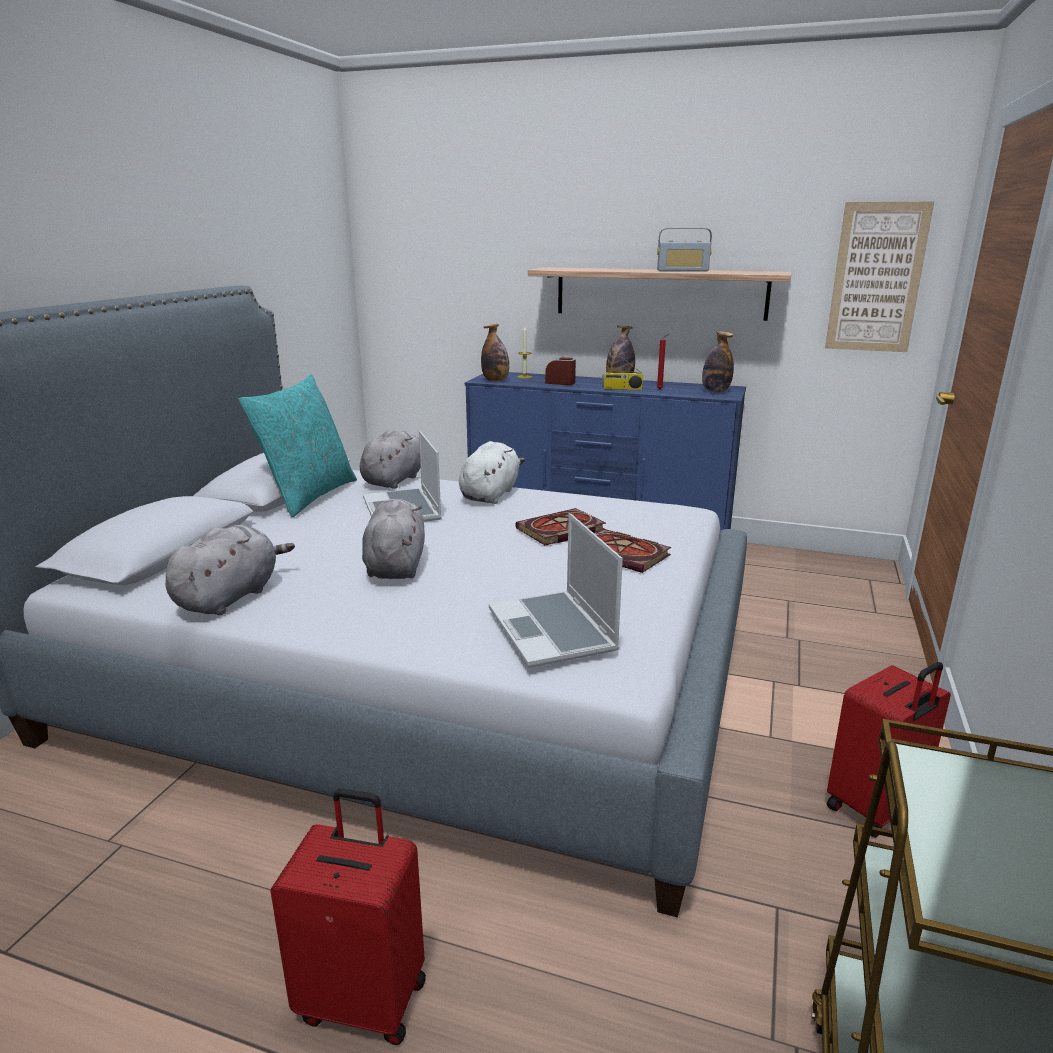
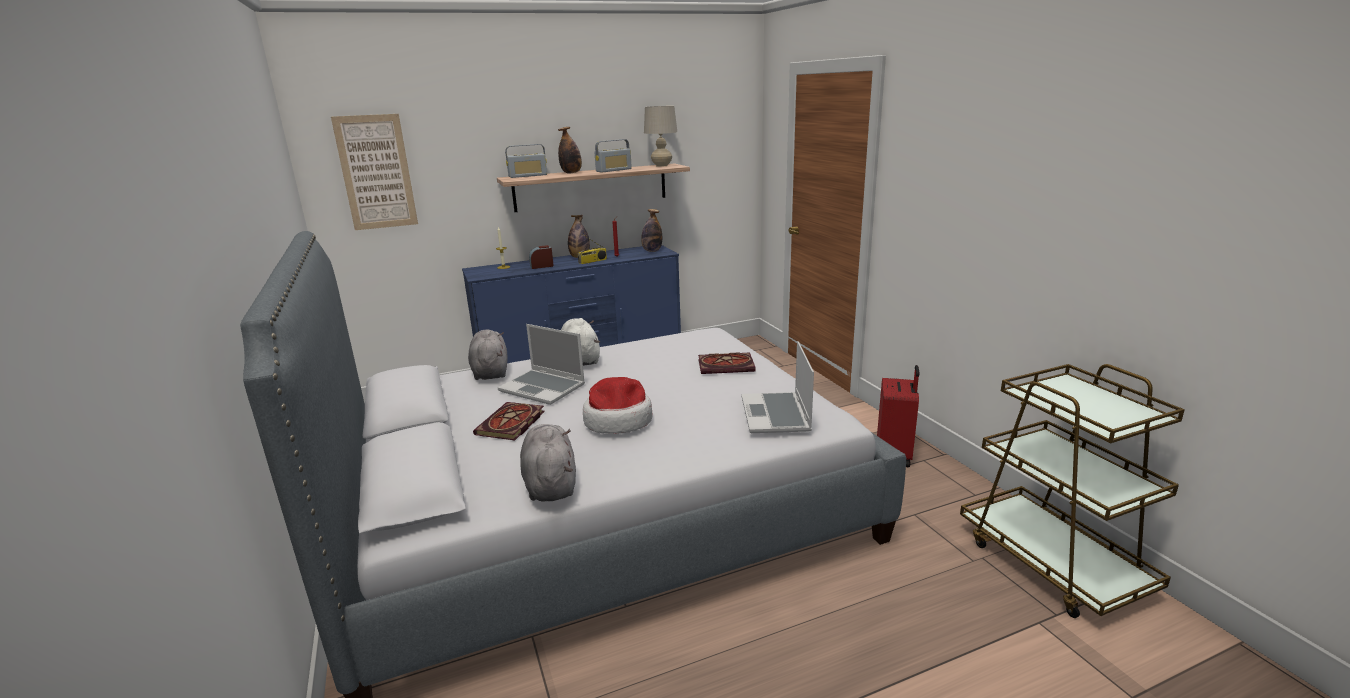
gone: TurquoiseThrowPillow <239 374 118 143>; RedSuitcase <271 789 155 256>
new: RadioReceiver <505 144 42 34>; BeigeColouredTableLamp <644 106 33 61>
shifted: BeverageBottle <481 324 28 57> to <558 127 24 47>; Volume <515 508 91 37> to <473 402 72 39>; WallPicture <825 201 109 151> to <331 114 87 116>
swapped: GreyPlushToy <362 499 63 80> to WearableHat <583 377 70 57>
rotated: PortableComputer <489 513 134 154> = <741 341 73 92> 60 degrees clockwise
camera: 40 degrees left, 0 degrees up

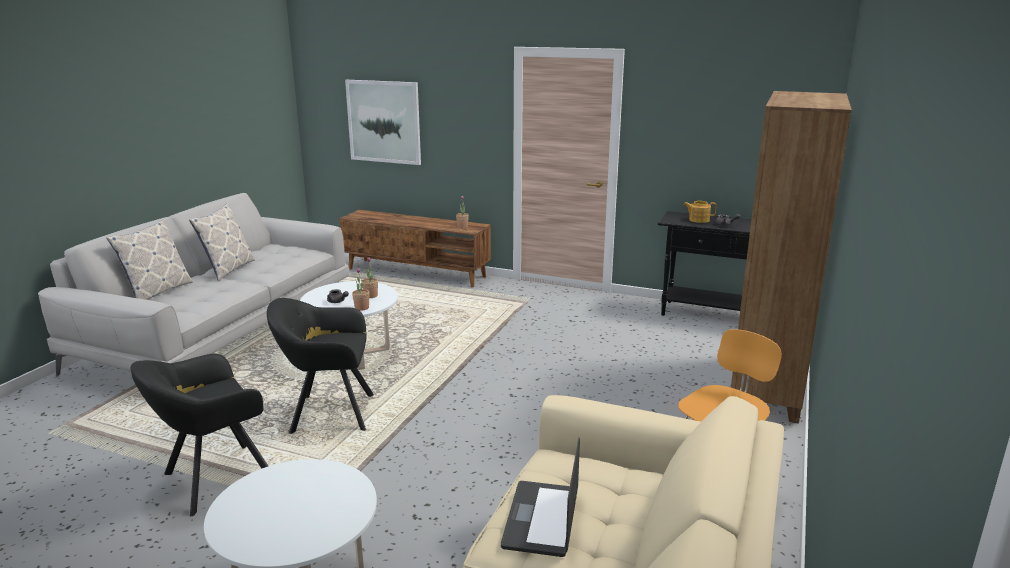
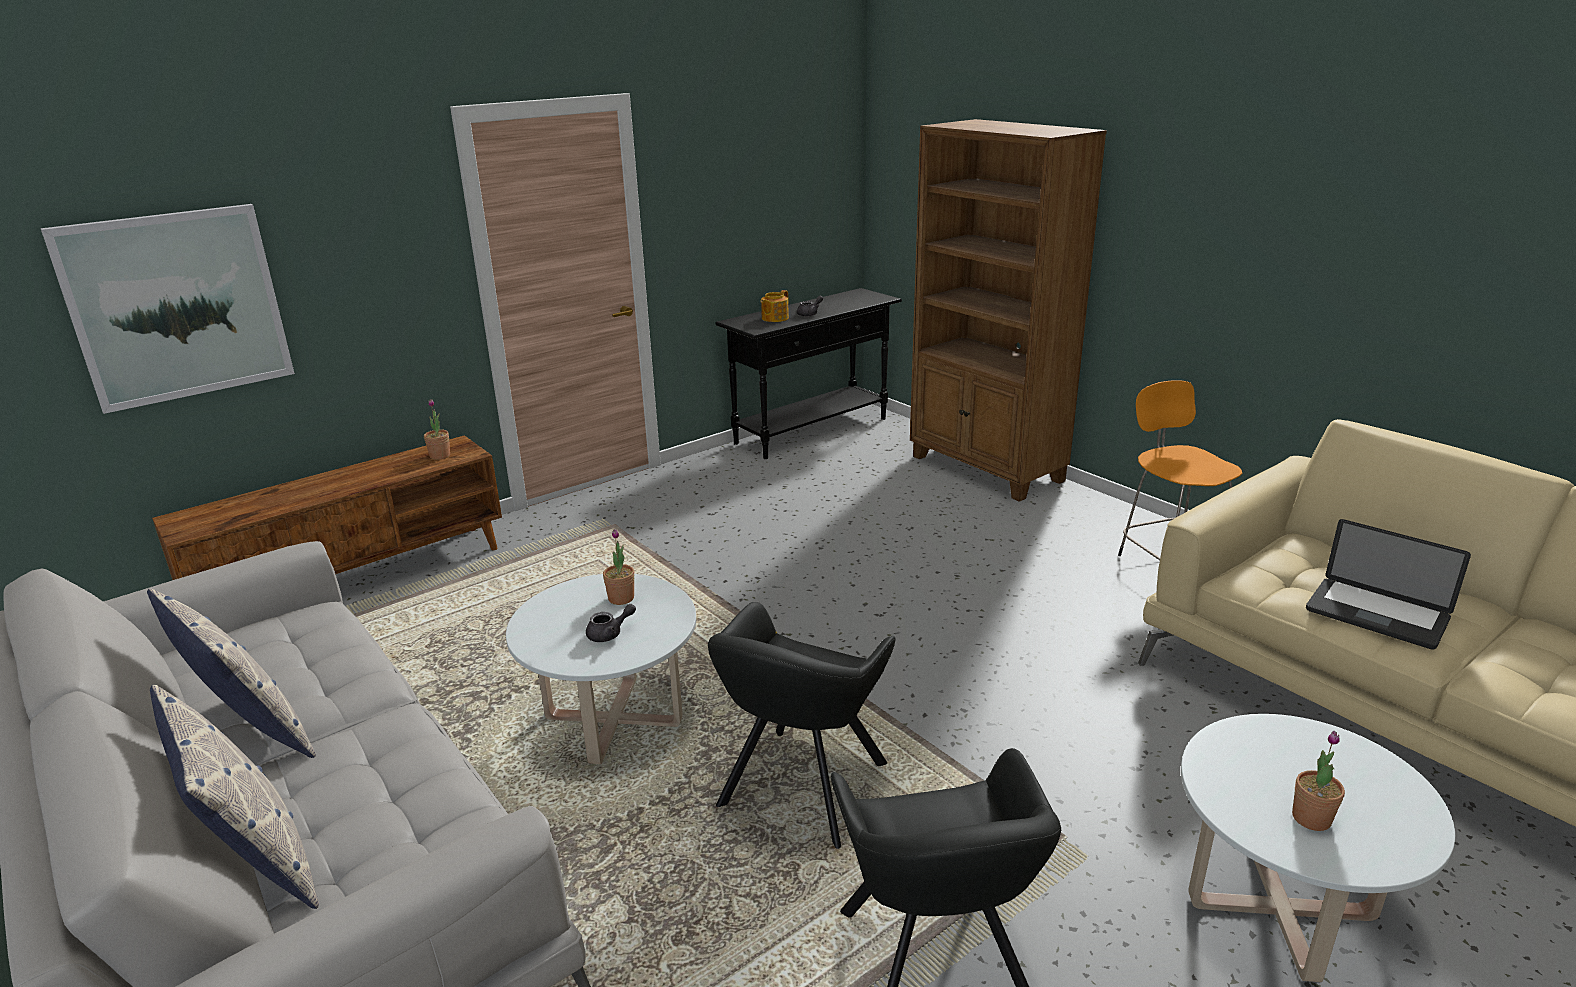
shifted: Houseplant <352 268 18 43> to <1292 731 53 100>
camera: 60 degrees left, 5 degrees up

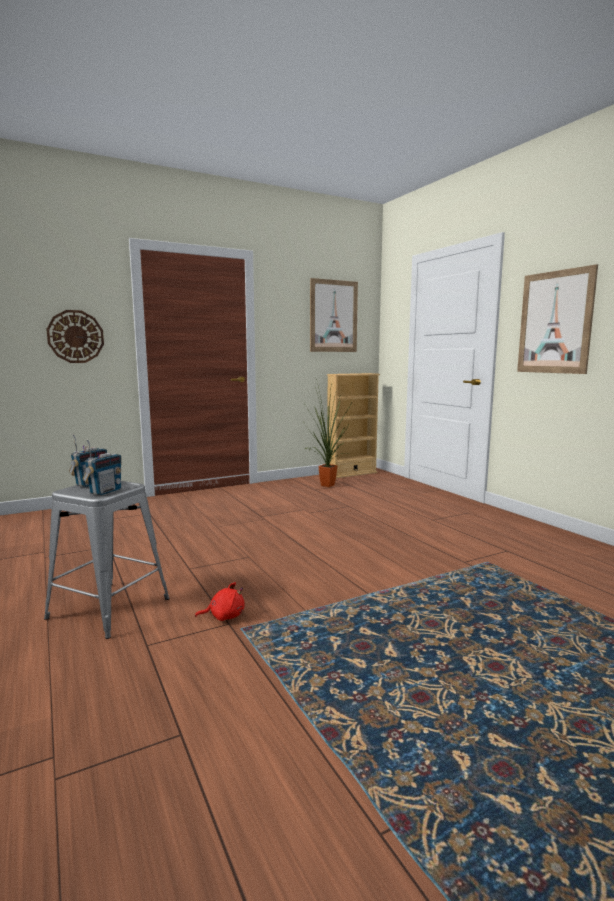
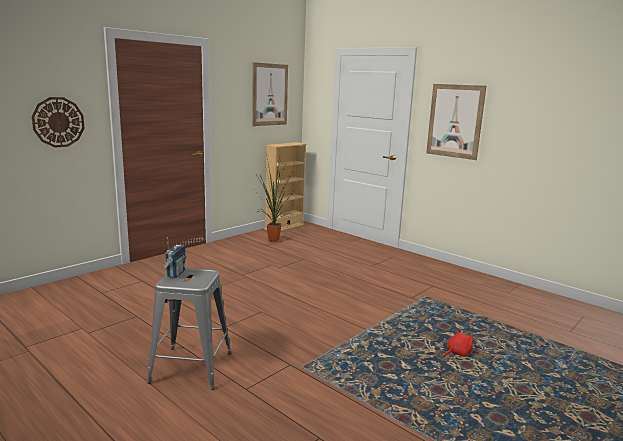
gone: RadioReceiver <83 439 39 56>
shifted: RedPlushToy <195 582 50 39> to <444 329 29 28>
camera: 20 degrees left, 5 degrees up

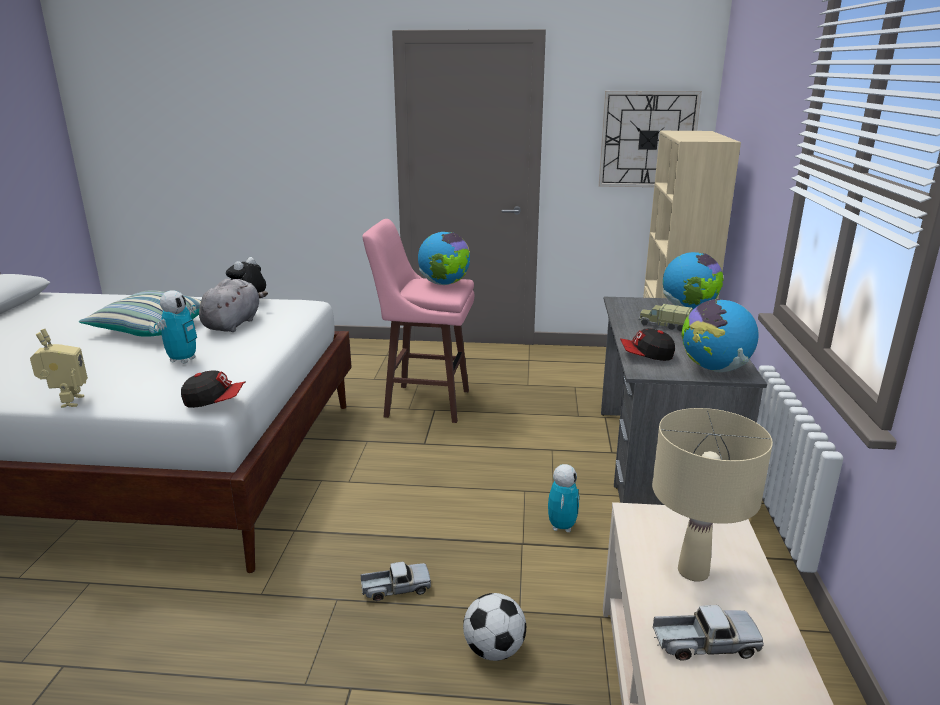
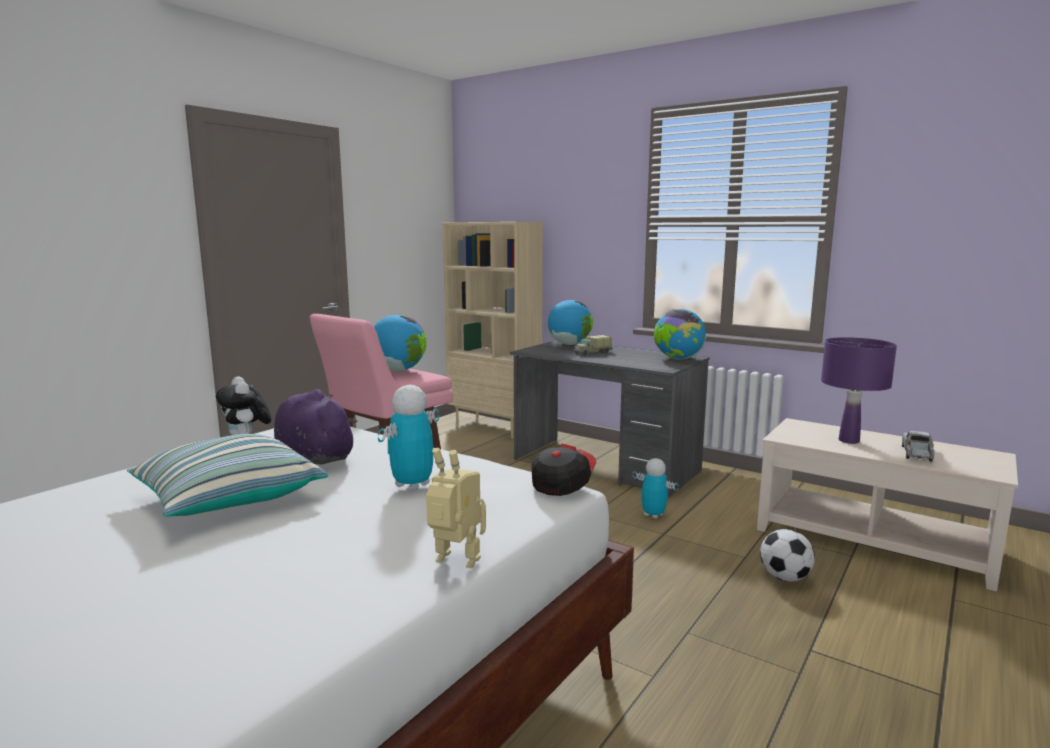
gone: ToyLorry <361 562 70 39>; ClockOnTheWall <599 91 103 96>; PeakedCap <620 328 55 33>
repainted: GreyPlushToy <199 279 69 53> to PurplishPlushToy <274 389 84 75>; BeigeColouredTableLamp <652 408 121 173> to PurplishTableLamp <821 337 76 107>
rotated: RobotFigure <154 290 43 74> = <378 385 61 106> 105 degrees counterclockwise
camera: 60 degrees left, 10 degrees down

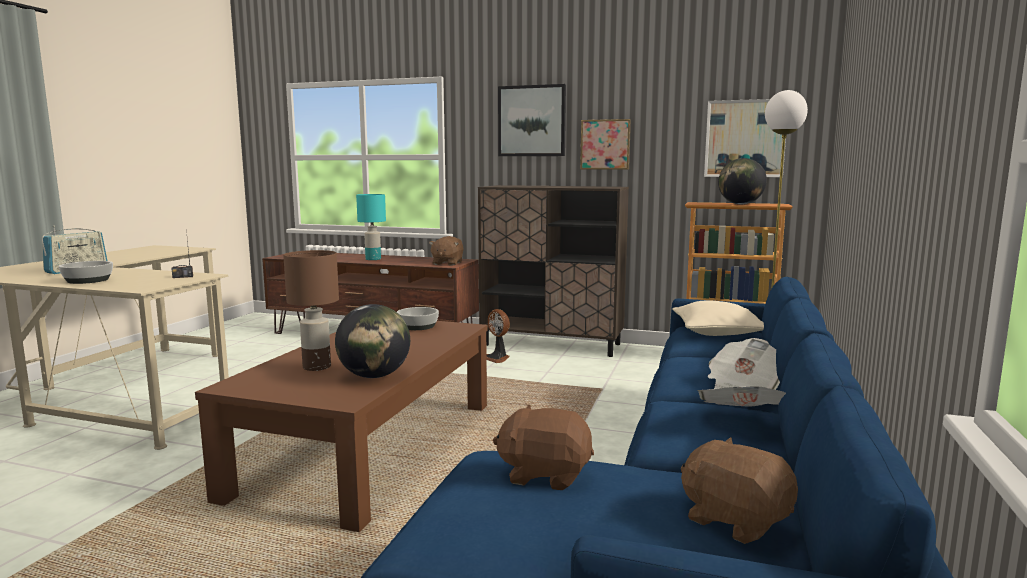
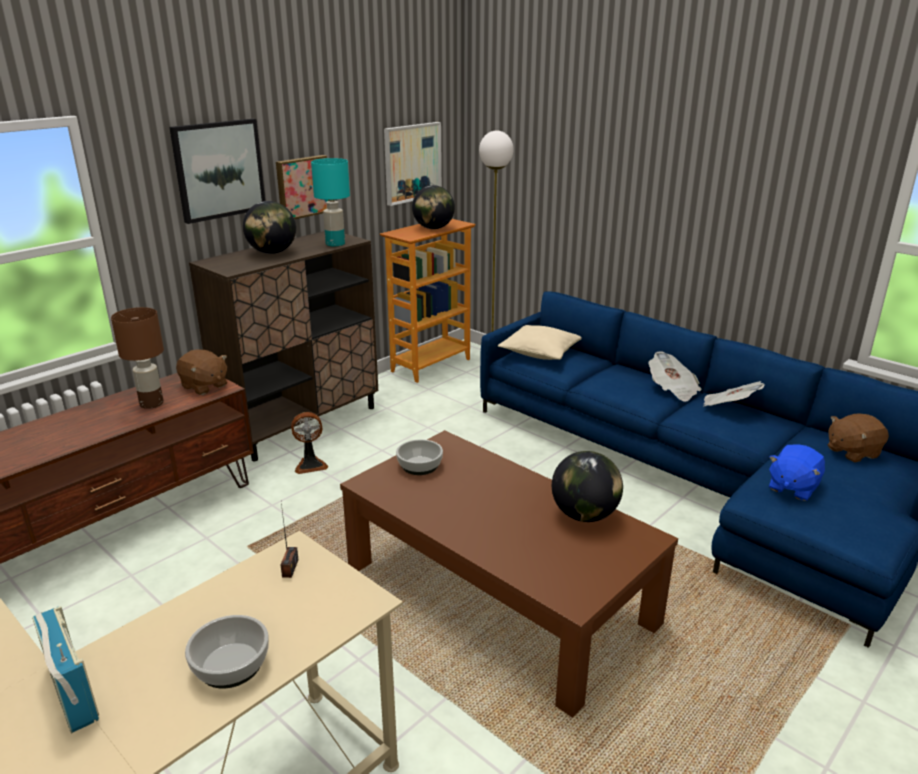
new: Globe <243 201 53 53>
shifted: BrownTableLamp <283 250 56 121> to <111 307 53 102>; TurquoiseTableLamp <356 194 30 66> to <311 158 39 88>
repainted: BrownPlushToy <493 404 101 86> to BluePlushToy <769 445 56 56>
camera: 65 degrees left, 15 degrees up

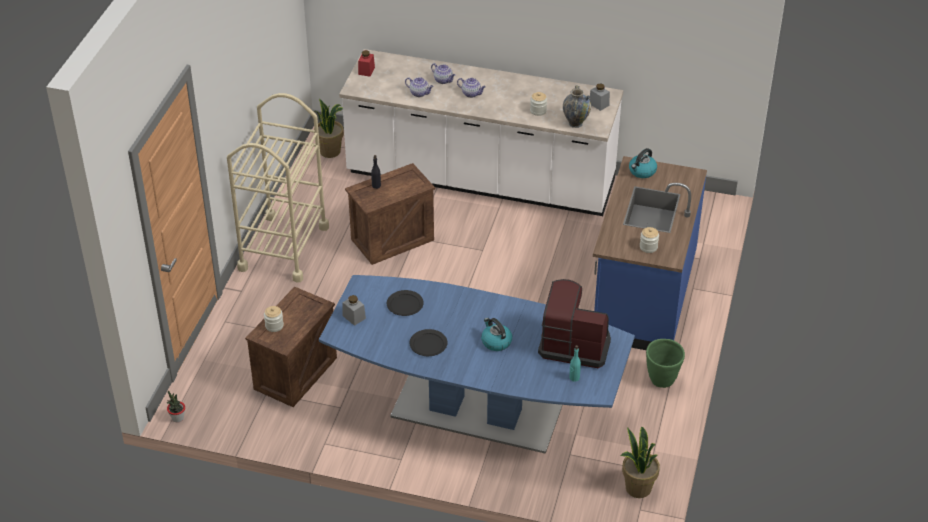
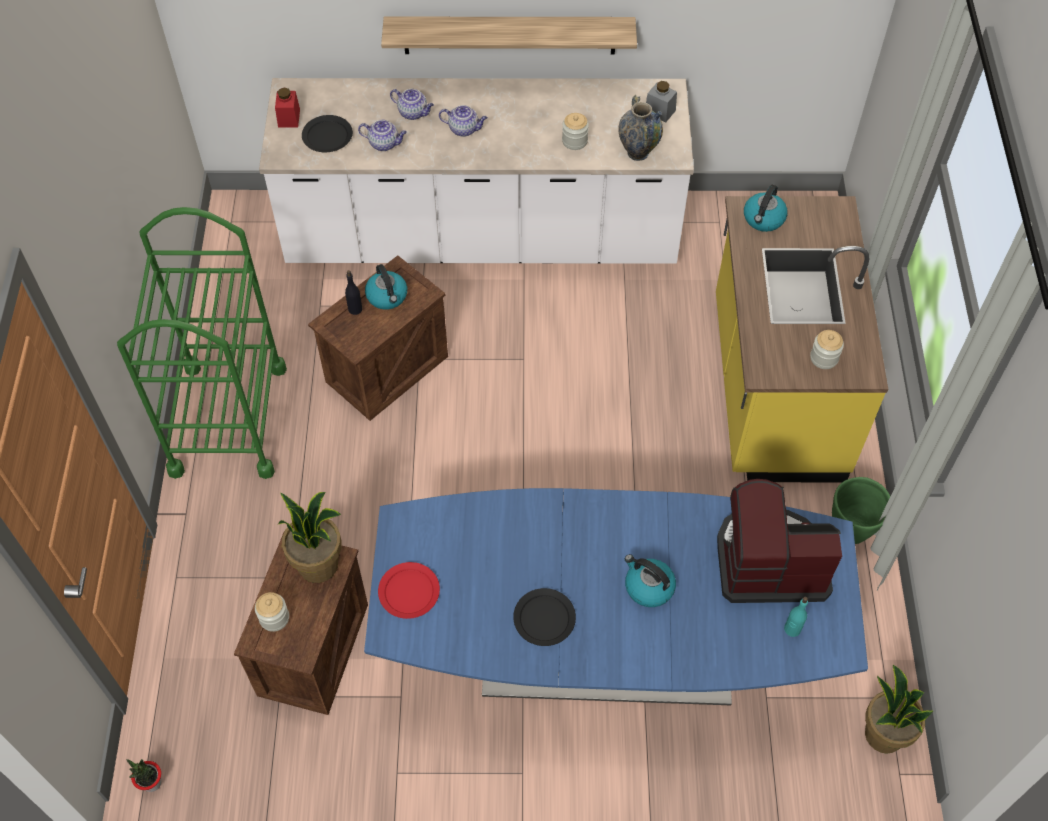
new: Kettle <365 264 42 46>; WallShelf <381 17 256 38>
shifted: Houseplant <314 99 30 59> to <278 492 63 91>; BlackPlate <387 290 37 26> to <302 115 51 37>
swapped: GreyJar <343 295 23 31> to RedPlate <378 562 62 57>
repainted: BeigeColouredTrolley <227 93 102 189> to GreenTrolley <117 207 170 272>; BlueKitchenBaseUnit <593 156 114 194> to YellowishKitchenBaseUnit <716 196 172 286>
camera: 15 degrees left, 15 degrees up

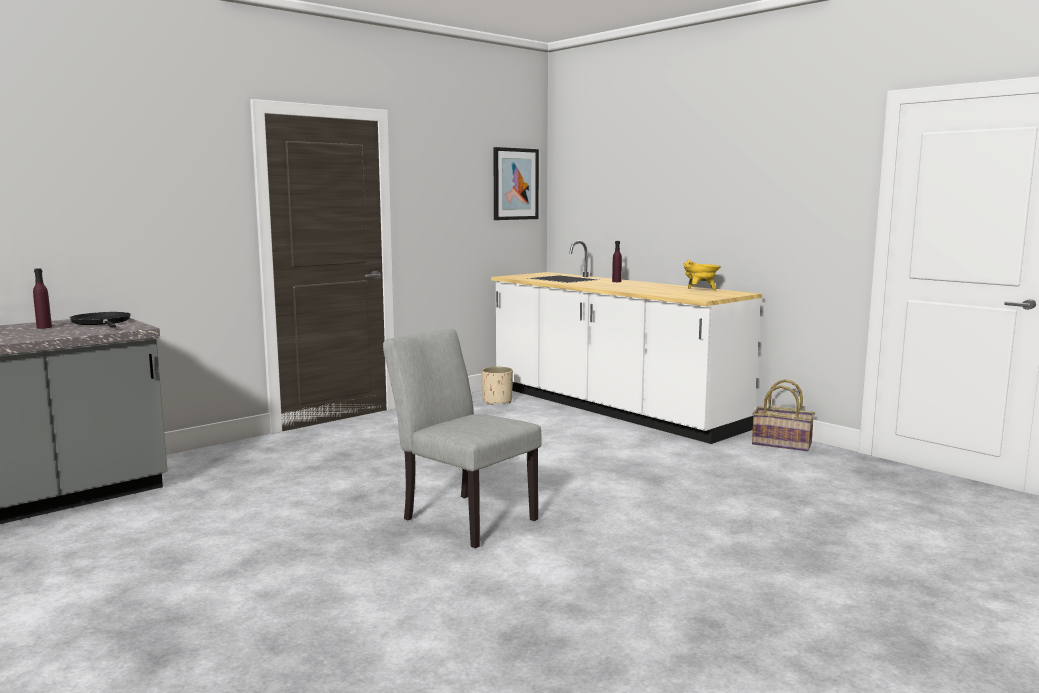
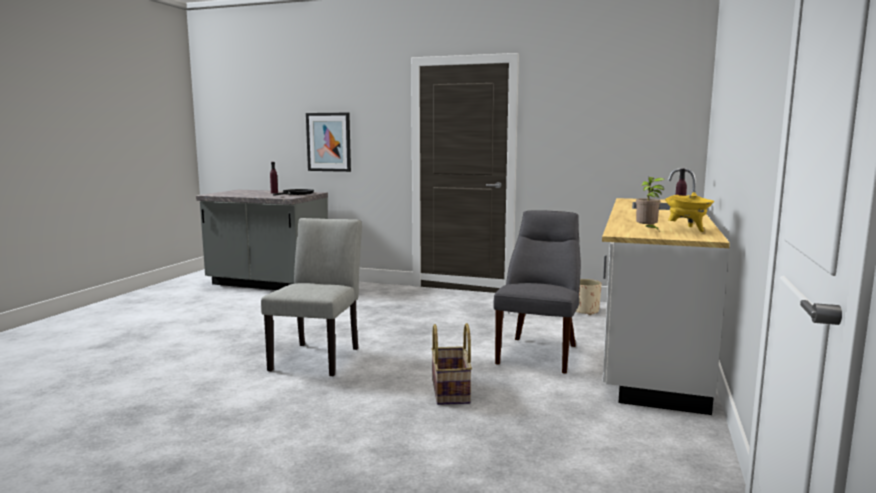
new: GreyUprightChair <493 210 88 164>; Houseplant <636 177 28 55>
shifted: WallPicture <493 147 46 73> to <306 113 45 59>; HouseholdBasket <752 379 63 72> to <431 323 41 82>
camera: 60 degrees right, 0 degrees up

